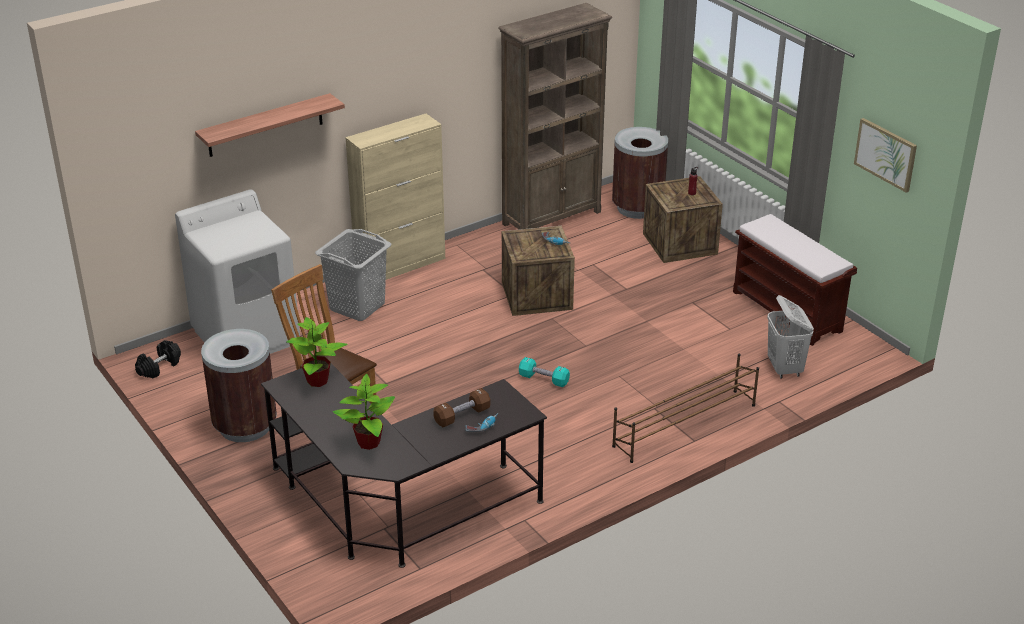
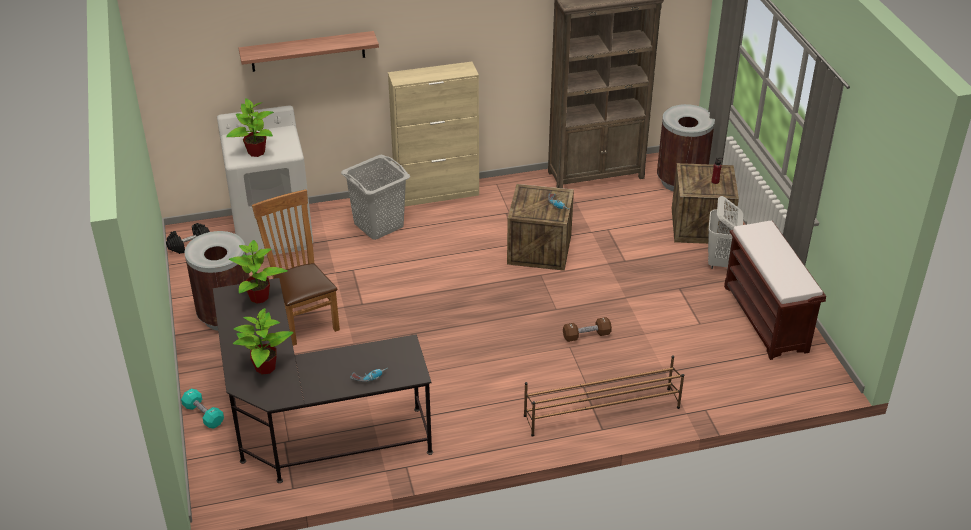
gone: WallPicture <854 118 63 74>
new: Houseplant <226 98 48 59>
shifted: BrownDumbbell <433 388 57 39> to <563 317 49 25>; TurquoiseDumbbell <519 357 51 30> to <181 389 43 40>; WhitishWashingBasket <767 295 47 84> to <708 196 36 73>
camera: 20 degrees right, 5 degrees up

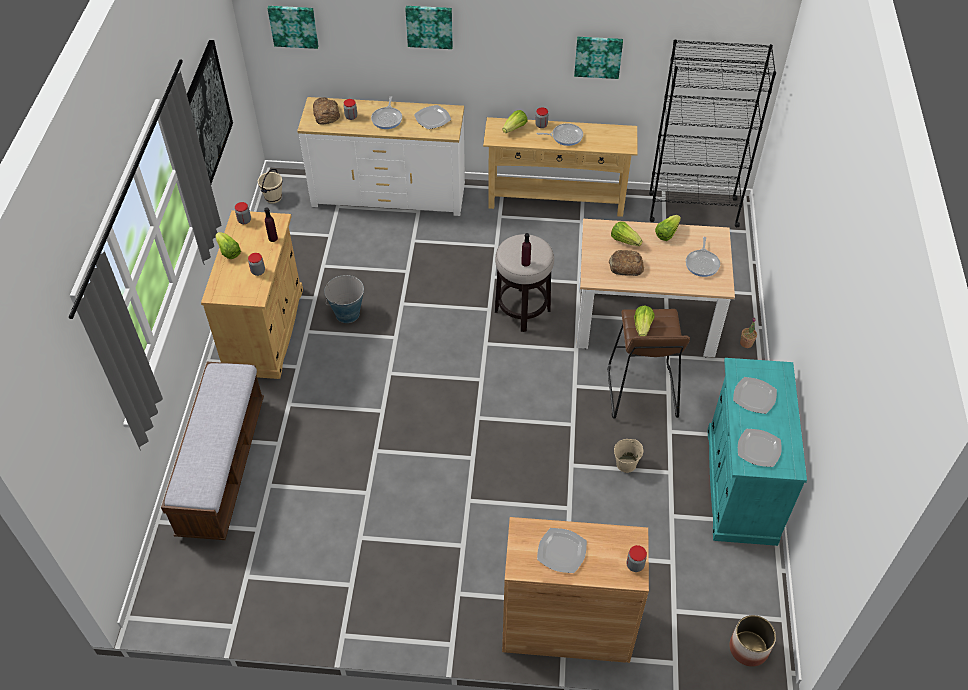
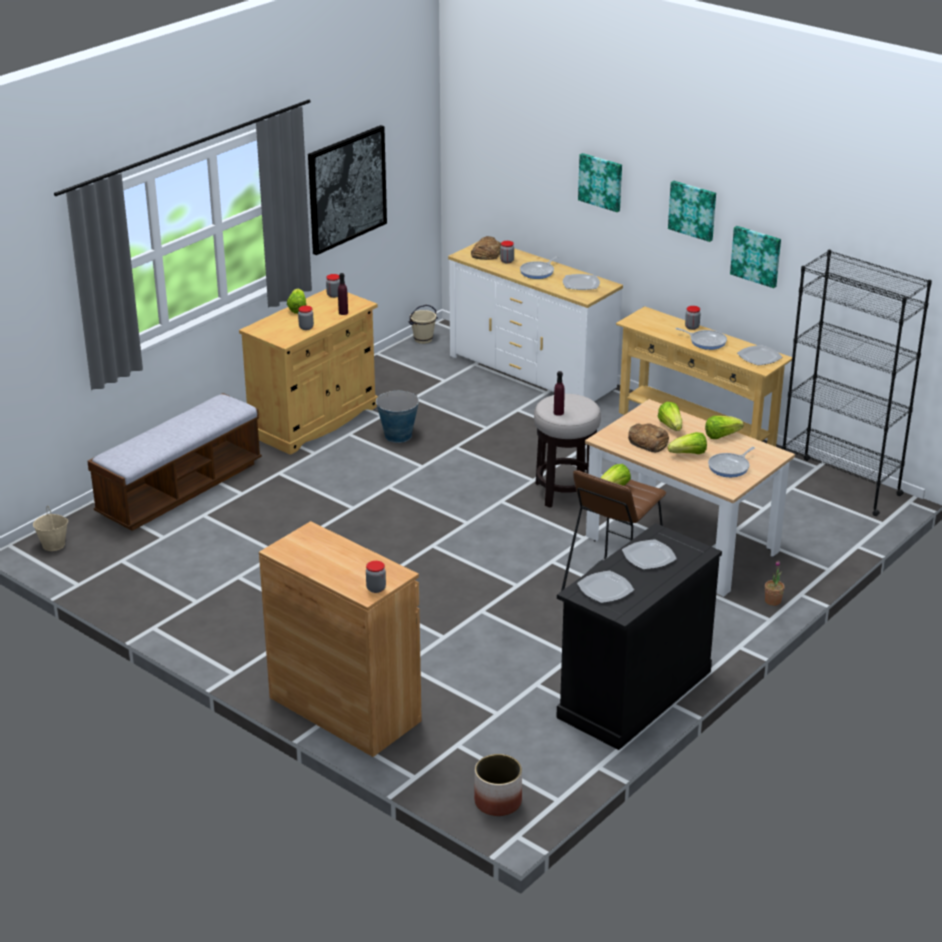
shifted: WallPicture <267 6 52 43> to <668 181 48 61>; LettuceHead <503 110 25 23> to <668 432 39 22>; Plate <537 528 50 45> to <737 345 45 21>; BeigeColouredWaterBucket <614 439 29 34> to <33 506 35 45>
repainted: TurquoiseStorageCabinet <707 358 100 188> to BlackStorageCabinet <556 523 166 227>
camera: 35 degrees right, 20 degrees down

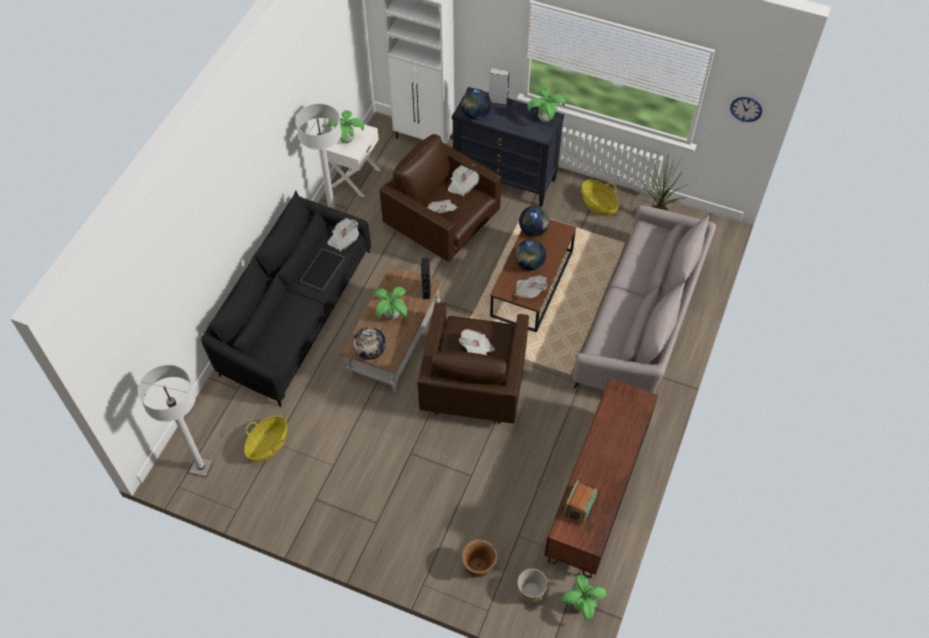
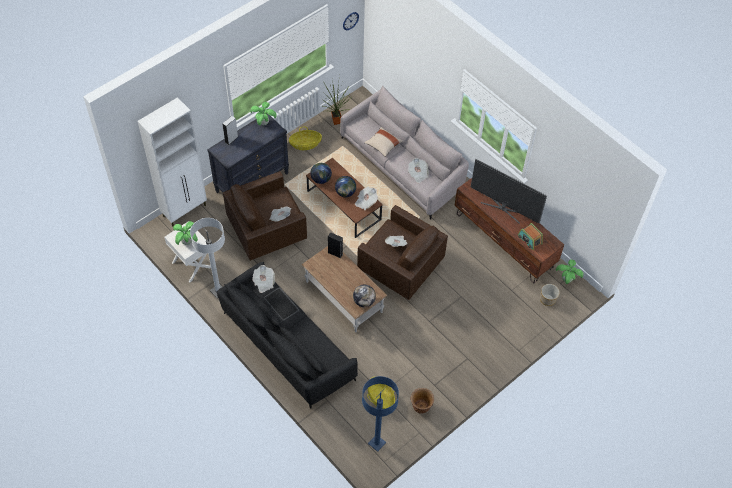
gone: Houseplant <375 287 32 33>; Globe <461 89 30 31>
new: BeigeColouredThrowPillow <364 127 39 30>; TvSet <471 159 76 65>
shifted: DailyPaper <448 164 31 32> to <408 158 21 25>; BrownPlanter <461 539 36 38> to <411 388 23 26>
repainted: WhitishFloorLamp <138 365 75 112> to BlueFloorLamp <362 376 37 76>
camera: 65 degrees left, 0 degrees up

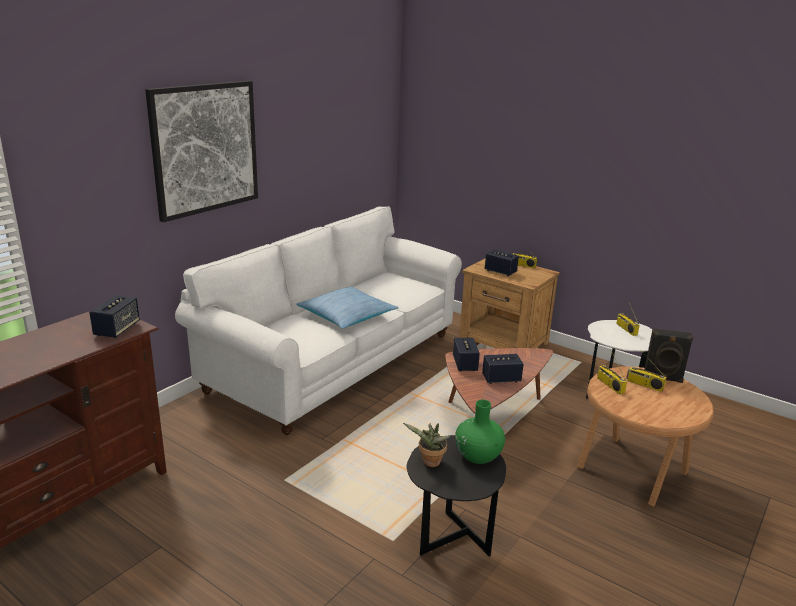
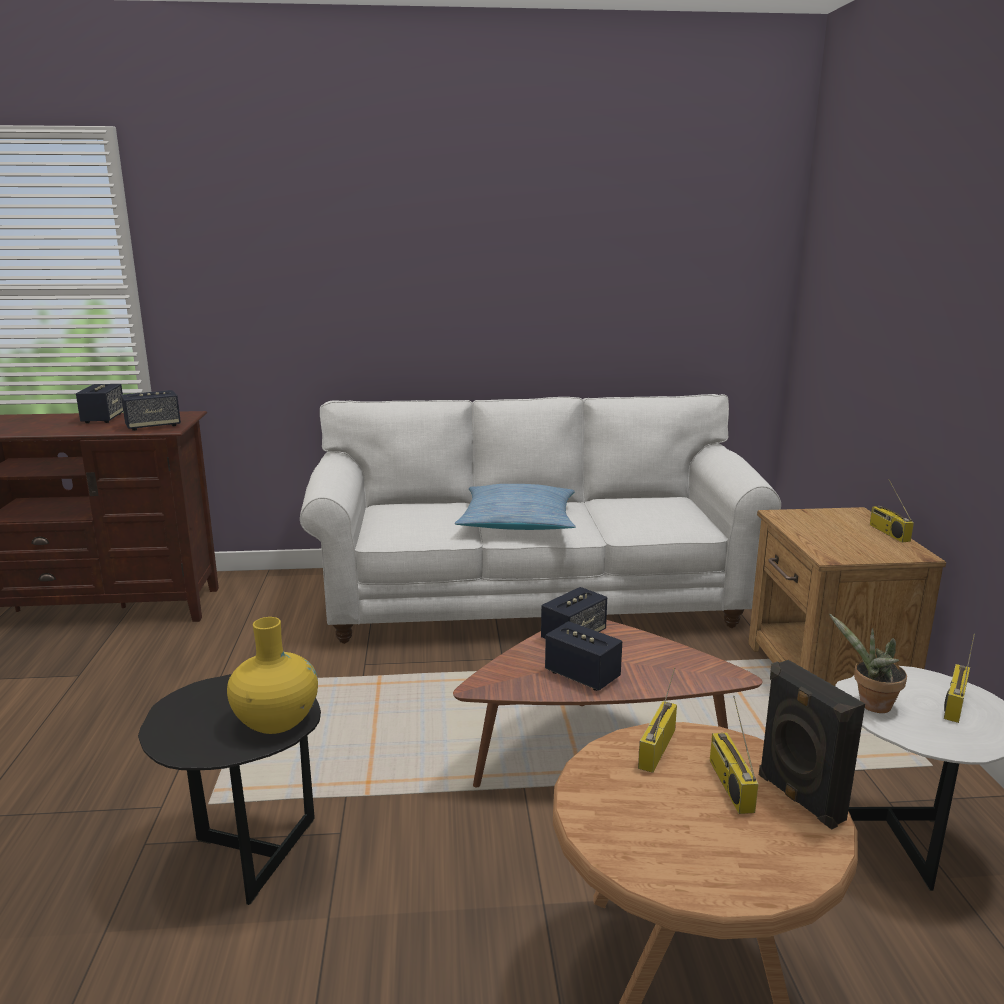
gone: WallPicture <145 81 113 141>
shifted: Houseplant <403 423 48 44> to <829 614 78 99>; Loudspeaker <485 250 34 26> to <76 384 47 39>
repainted: GreenDecorativeVase <455 400 50 64> to YellowishDecorativeVase <227 617 91 117>
camera: 50 degrees right, 5 degrees down

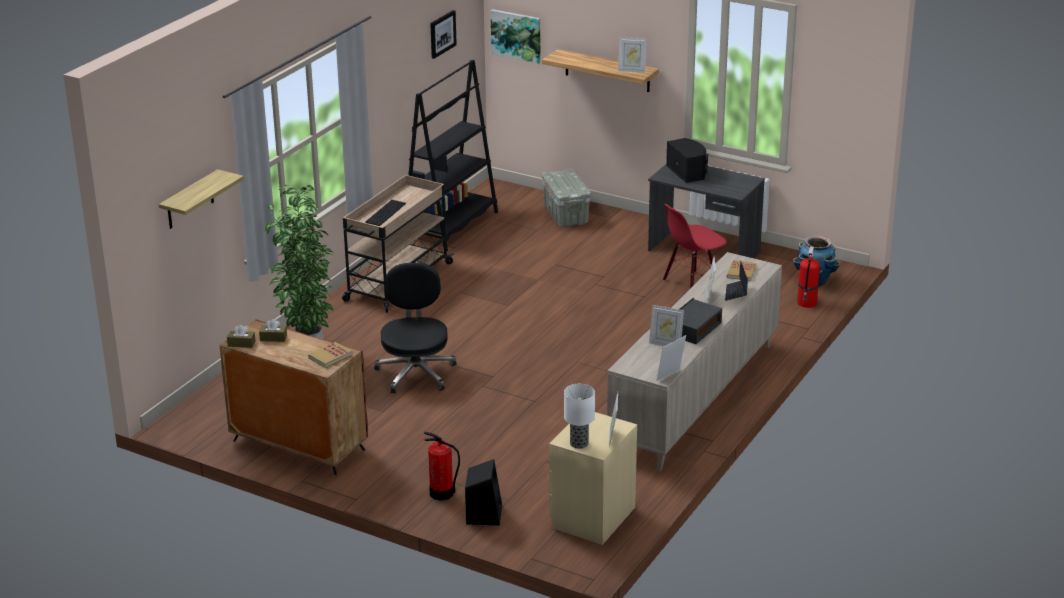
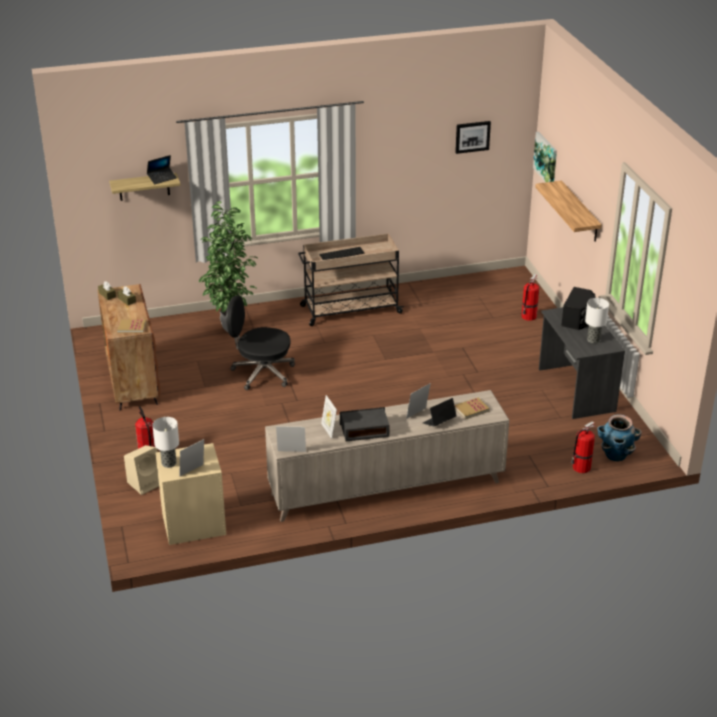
gone: BlackBookshelf <408 60 90 191>; PhotoFrame <618 37 28 36>; RedUprightChair <663 204 64 84>
new: PortableComputer <147 155 30 29>; TableLamp <585 298 24 45>
swapped: GreyStorageBox <542 169 49 58> to FireExtinguisher <521 274 18 47>
repainted: BlackLoudspeaker <465 459 37 66> to BeigeColouredLoudspeaker <124 445 35 50>
rotated: BlackDeskChair <374 263 83 130> = <226 296 69 94> 120 degrees counterclockwise
camera: 45 degrees right, 5 degrees up

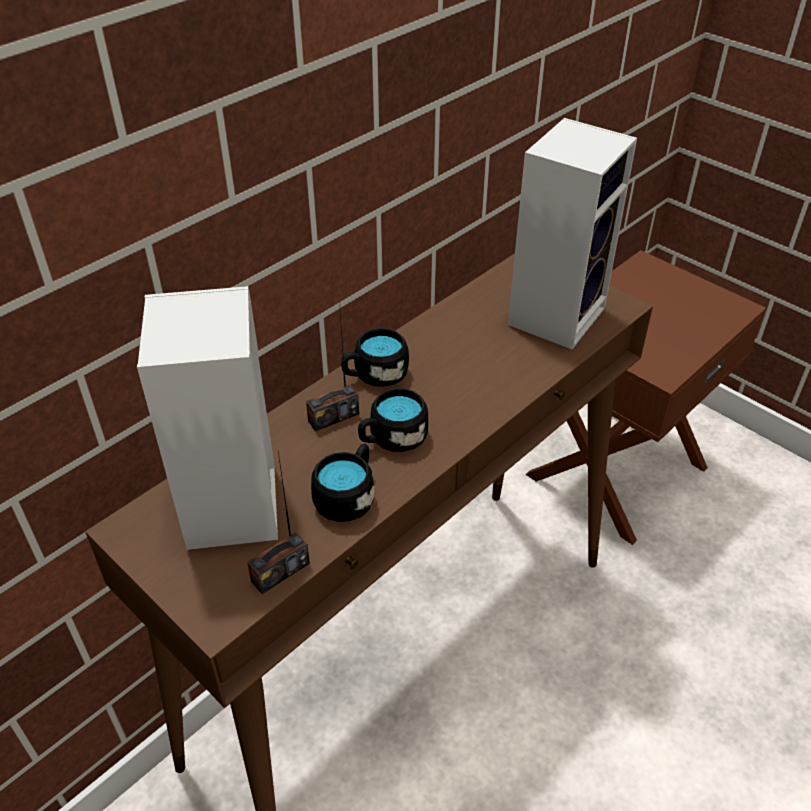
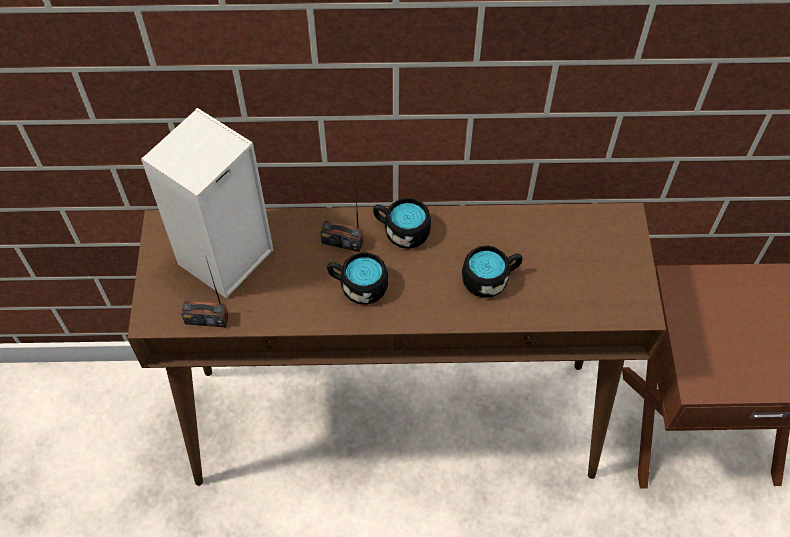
gone: Loudspeaker <508 118 129 232>
shifted: BlackMug <311 443 63 79> to <462 245 60 53>
camera: 45 degrees right, 15 degrees up

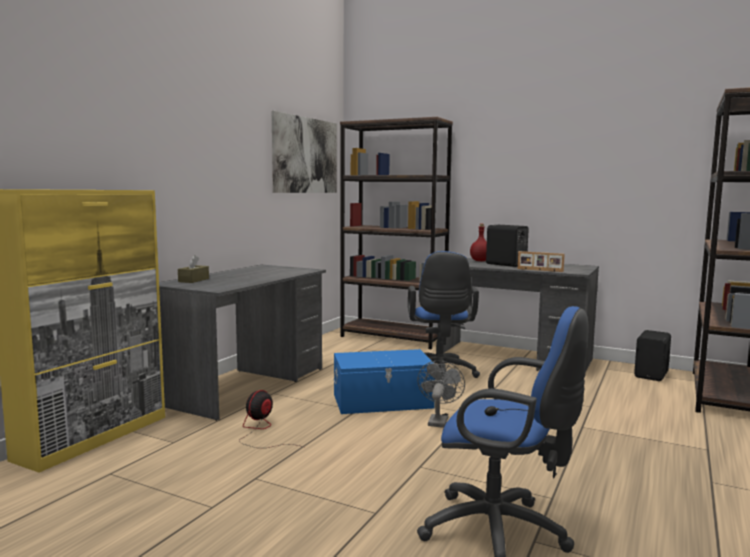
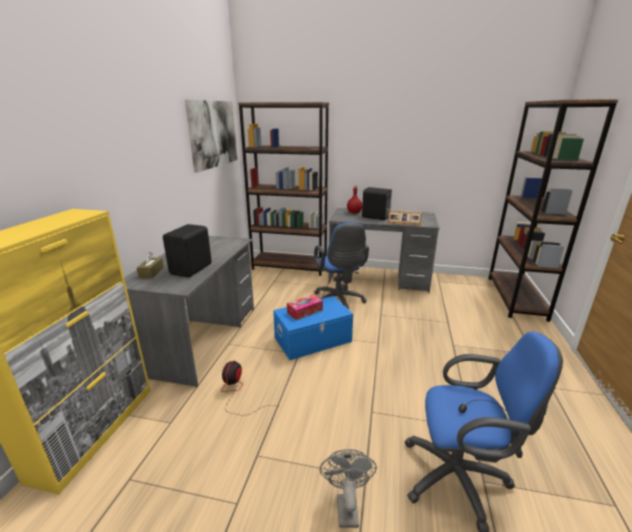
new: TissueHolder <287 295 36 25>
shifted: GreyFan <417 360 48 68> to <320 449 57 79>; BlackLoudspeaker <634 330 37 51> to <163 224 49 53>
camera: 15 degrees left, 15 degrees up

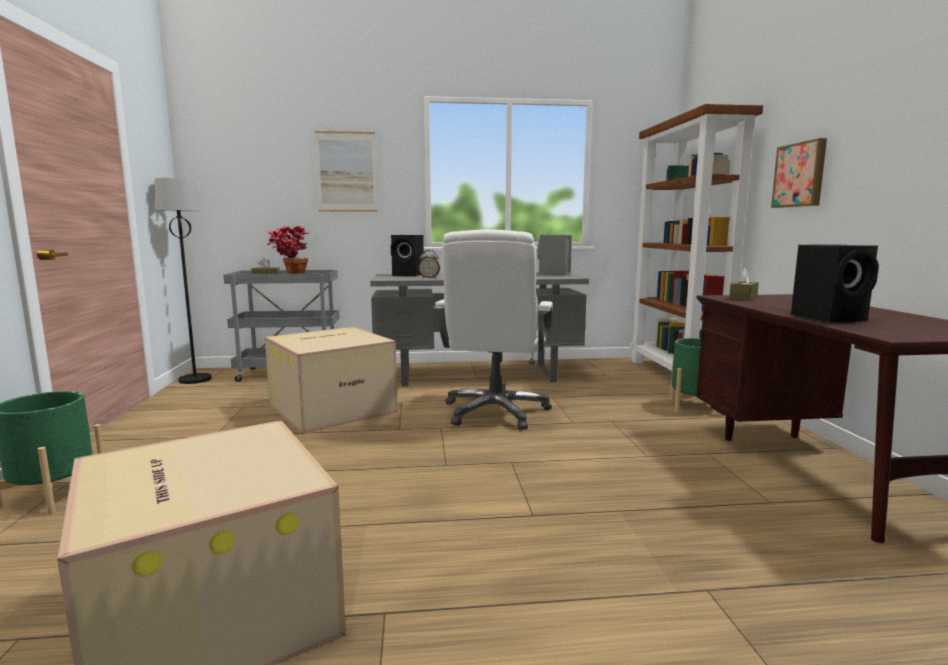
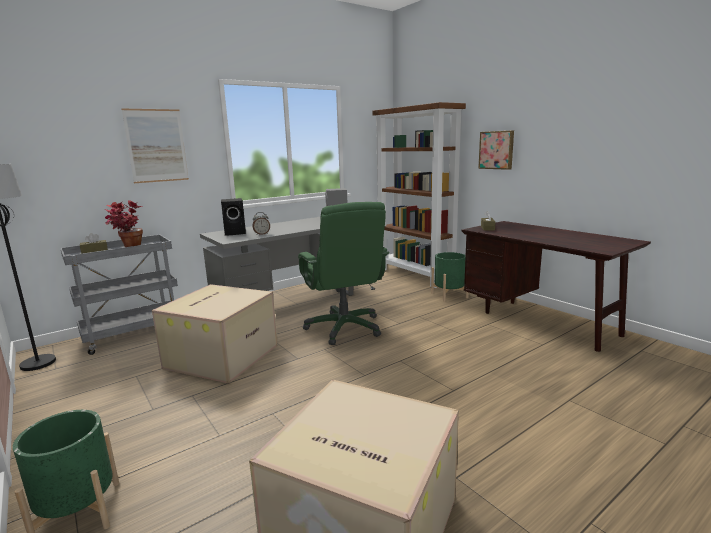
gone: BlackLoudspeaker <791 244 88 78>
repainted: WhitishDeskChair <434 229 119 201> to GreenDeskChair <298 202 91 143>
camera: 30 degrees left, 5 degrees up

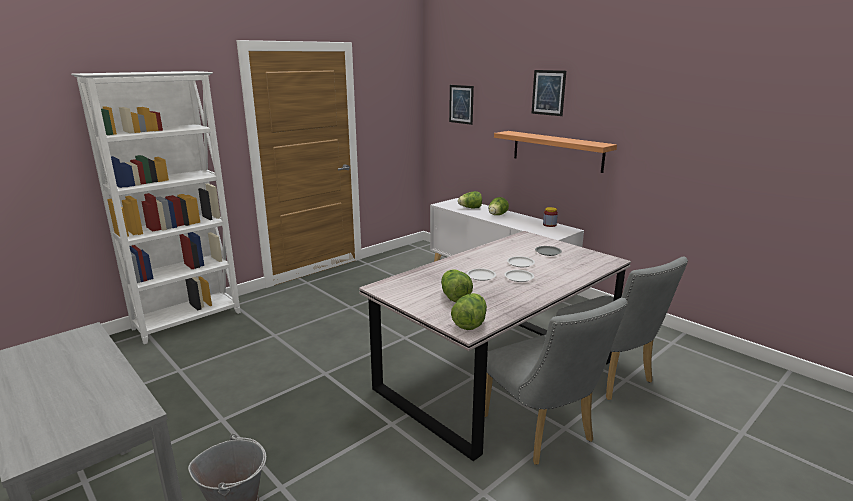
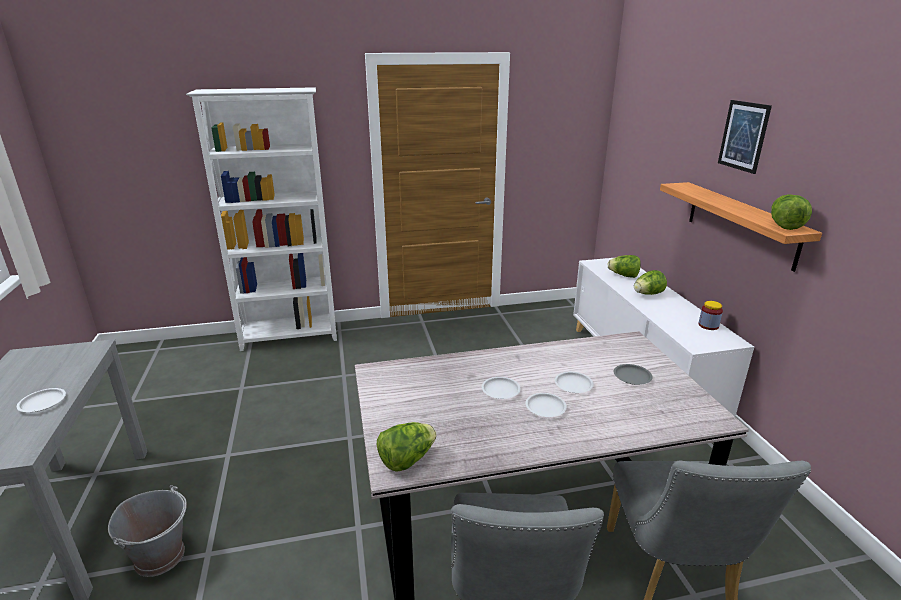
gone: WallPicture <449 85 25 40>
new: WhitishPlate <17 388 49 24>
shifted: LettuceHead <441 270 32 32> to <771 194 41 36>
camera: 30 degrees right, 5 degrees up

